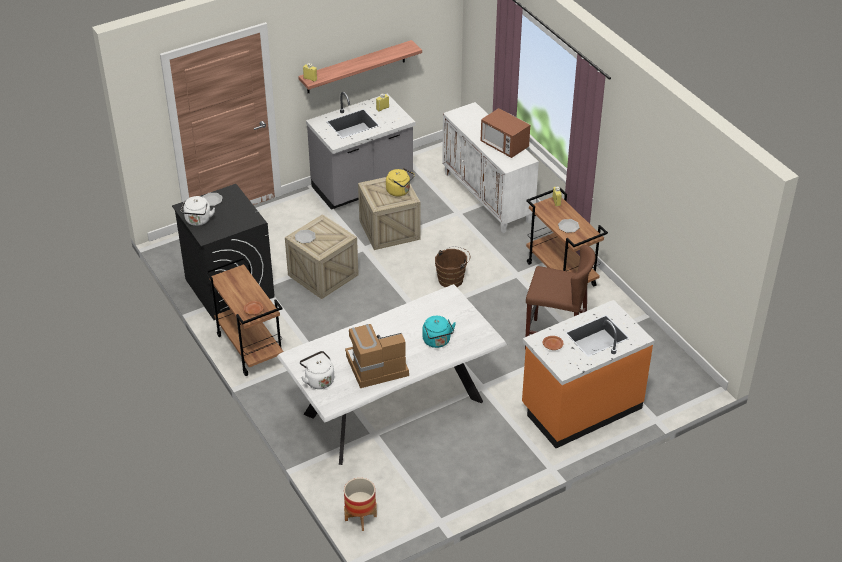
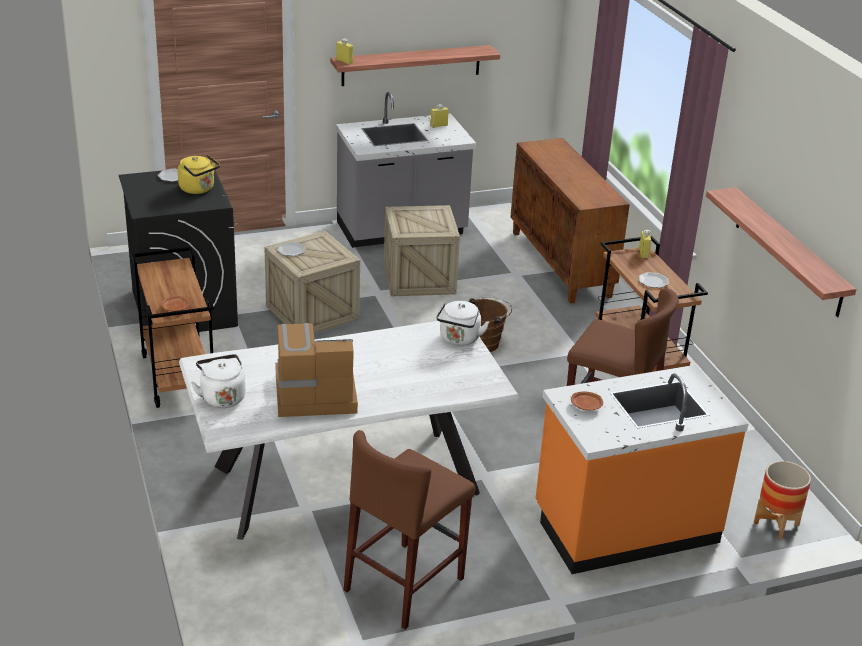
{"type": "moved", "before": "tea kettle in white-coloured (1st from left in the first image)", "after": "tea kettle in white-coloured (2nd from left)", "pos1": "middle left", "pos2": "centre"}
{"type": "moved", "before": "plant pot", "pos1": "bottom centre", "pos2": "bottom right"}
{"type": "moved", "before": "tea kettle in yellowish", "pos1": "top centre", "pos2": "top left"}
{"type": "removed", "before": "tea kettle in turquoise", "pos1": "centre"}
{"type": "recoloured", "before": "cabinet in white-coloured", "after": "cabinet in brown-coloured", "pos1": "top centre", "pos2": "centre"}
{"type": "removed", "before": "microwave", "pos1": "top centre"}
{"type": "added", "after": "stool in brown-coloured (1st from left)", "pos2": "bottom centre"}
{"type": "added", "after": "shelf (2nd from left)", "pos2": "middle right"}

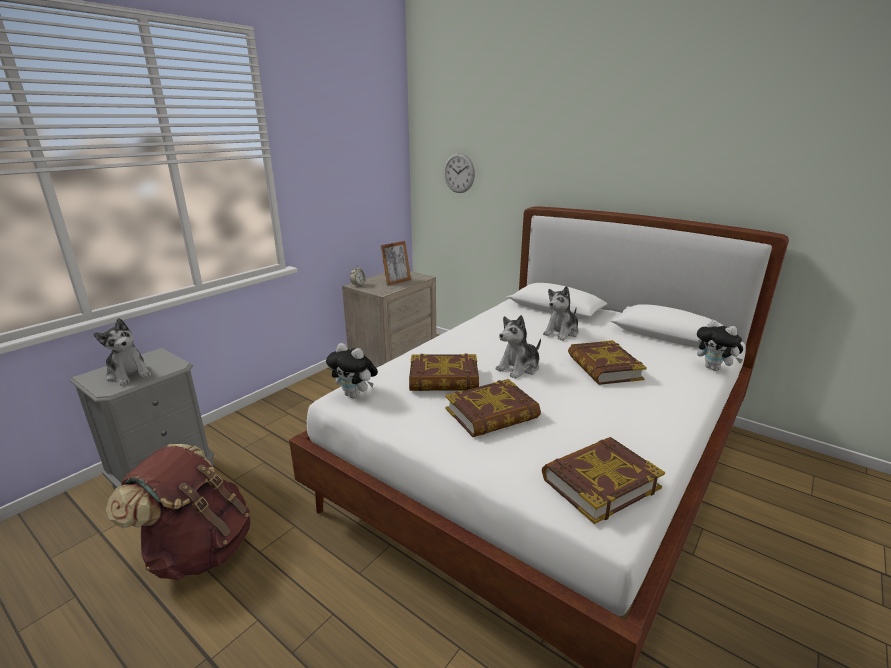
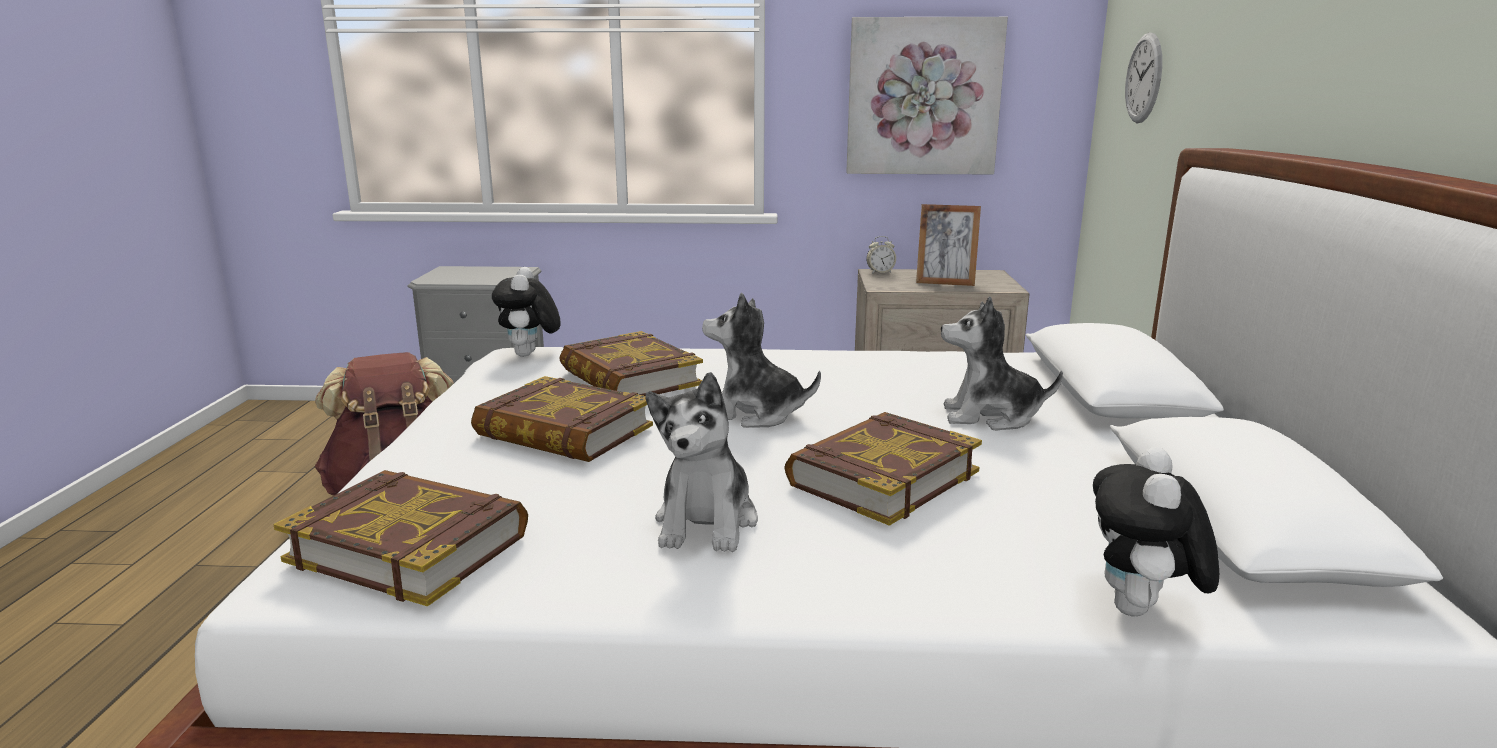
{"type": "moved", "before": "cuddly toy (1st from left in the first image)", "after": "cuddly toy (2nd from left)", "pos1": "middle left", "pos2": "centre"}
{"type": "added", "after": "picture", "pos2": "top centre"}

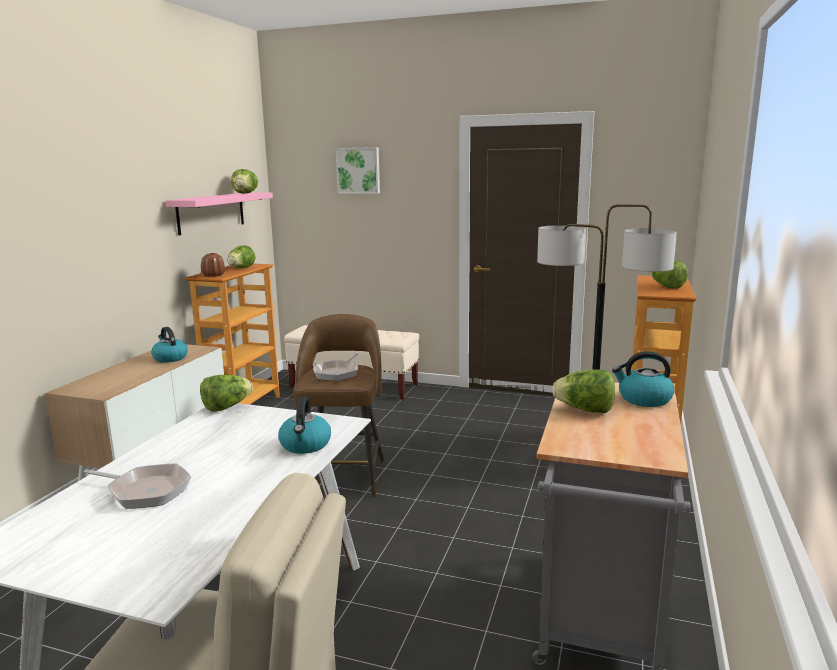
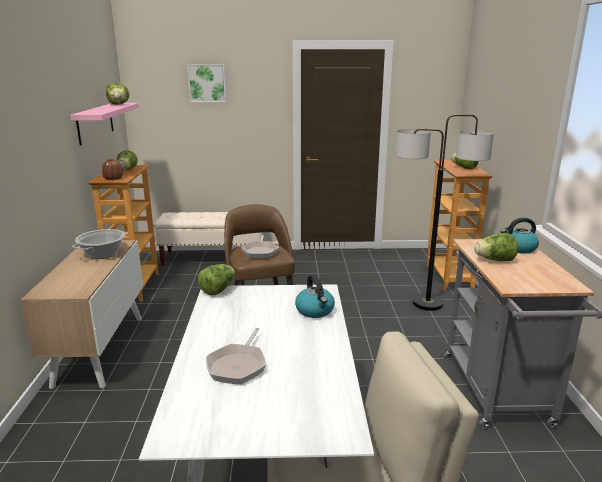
{"type": "turned", "before": "skillet (1st from left)", "pos1": "bottom left", "pos2": "bottom centre", "turn": 105}
{"type": "replaced", "before": "tea kettle (1st from left)", "after": "cooking pot", "pos1": "middle left", "pos2": "middle left"}

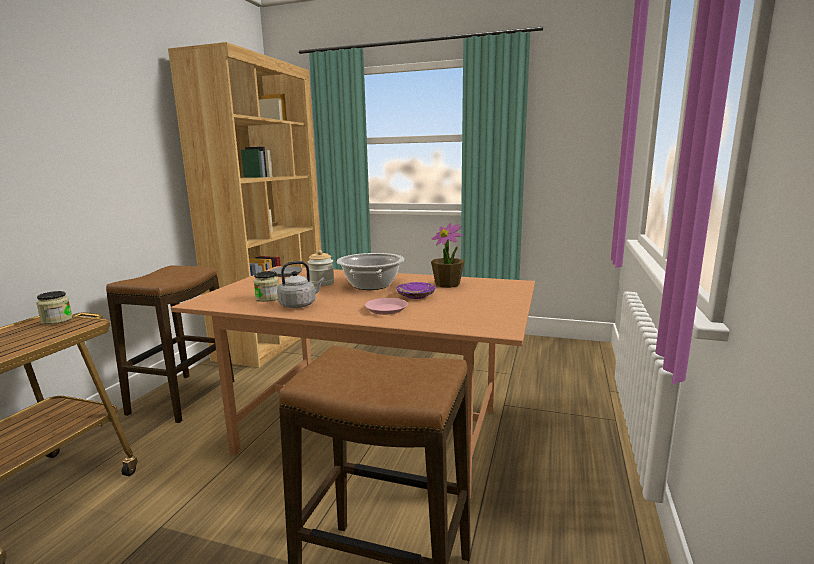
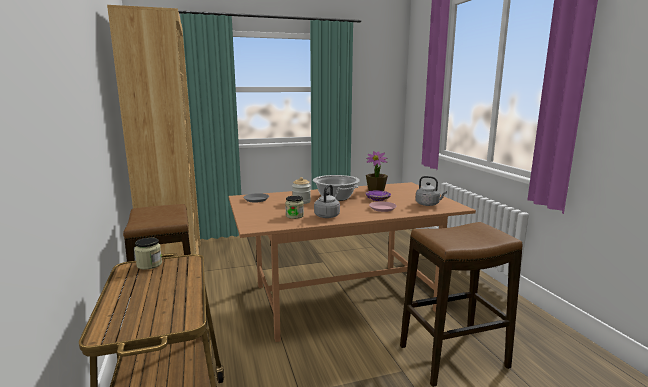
{"type": "added", "after": "tea kettle in greyish (2nd from left)", "pos2": "centre"}

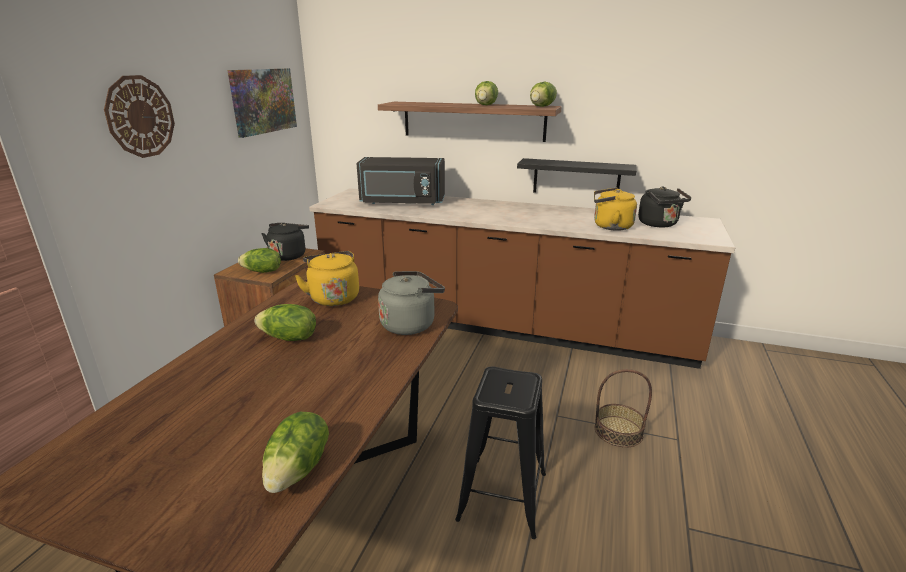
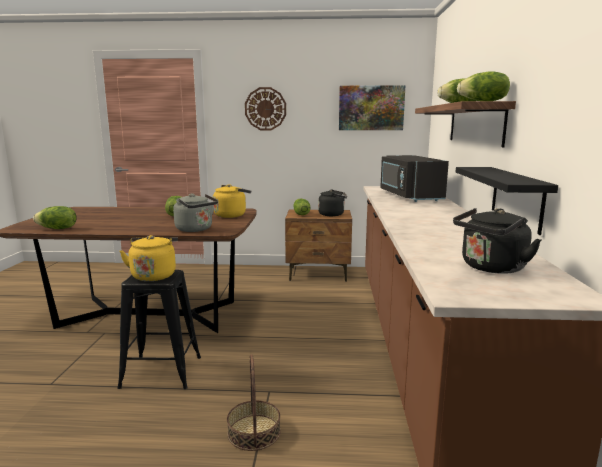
{"type": "moved", "before": "tea kettle in yellowish (2nd from left in the first image)", "after": "tea kettle in yellowish (1st from left)", "pos1": "middle right", "pos2": "middle left"}

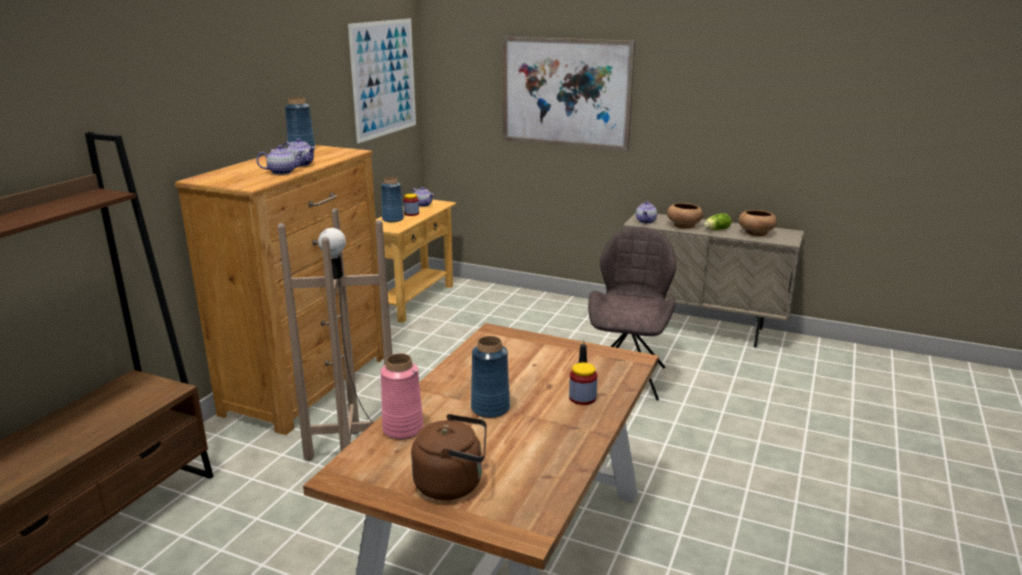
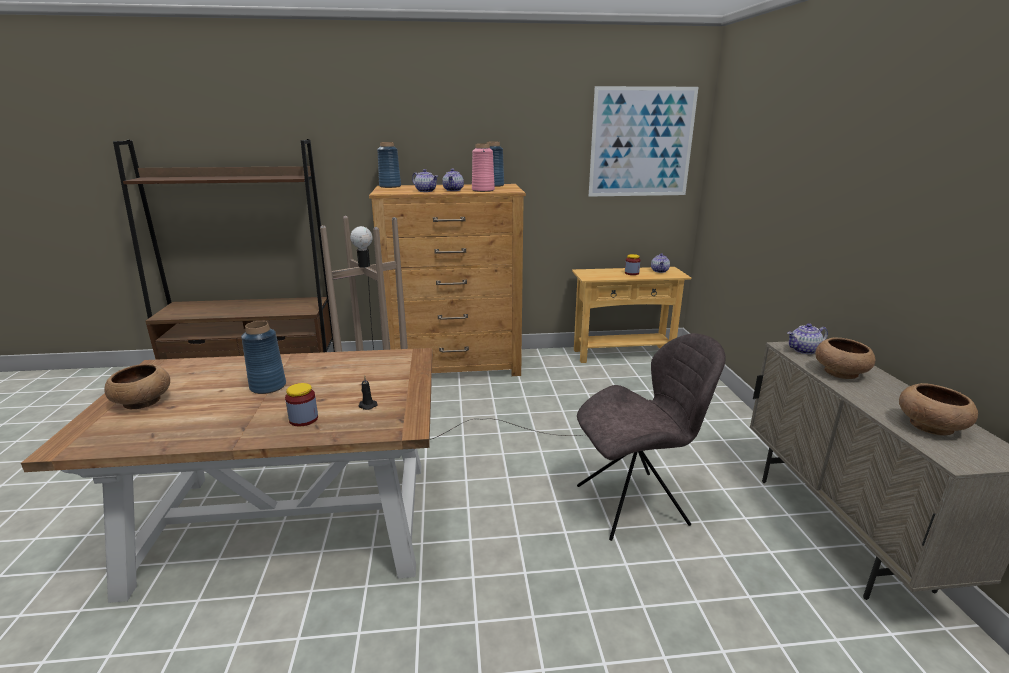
{"type": "moved", "before": "decorative vase in pink", "pos1": "bottom centre", "pos2": "top centre"}
{"type": "moved", "before": "decorative vase in blue-coloured (2nd from left)", "pos1": "centre", "pos2": "top centre"}
{"type": "replaced", "before": "tea kettle in brown-coloured", "after": "bowl in brown-coloured (1st from left)", "pos1": "bottom centre", "pos2": "middle left"}
{"type": "removed", "before": "picture (2nd from left)", "pos1": "top centre"}
{"type": "removed", "before": "lettuce", "pos1": "middle right"}

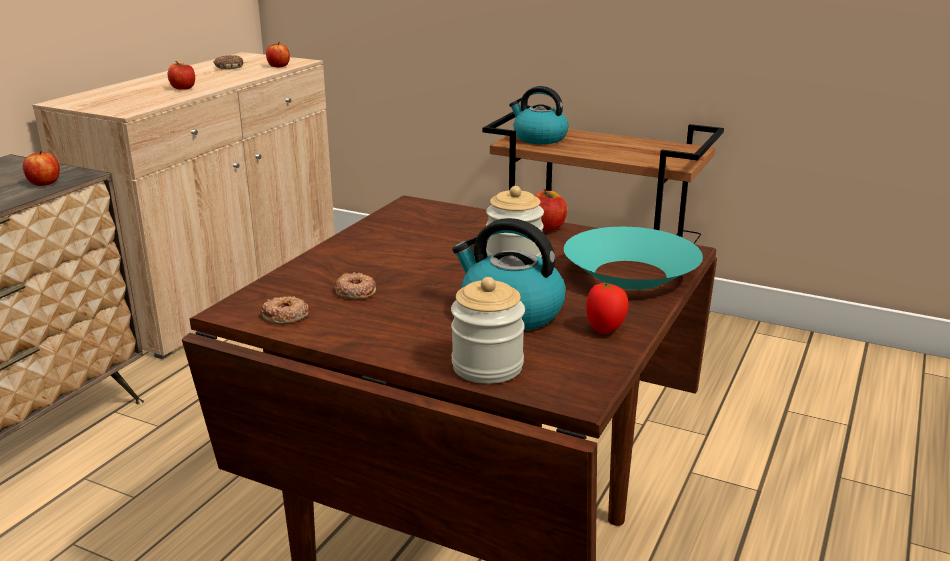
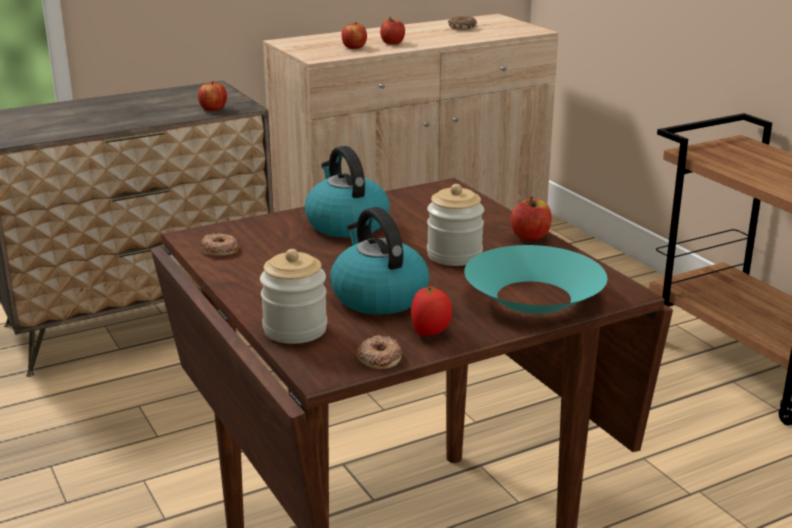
{"type": "moved", "before": "whole apple (3rd from left in the first image)", "after": "whole apple (2nd from left)", "pos1": "top left", "pos2": "top centre"}
{"type": "moved", "before": "doughnut (3rd from left in the first image)", "after": "doughnut (2nd from left)", "pos1": "centre", "pos2": "bottom centre"}
{"type": "moved", "before": "tea kettle (2nd from left in the first image)", "after": "tea kettle (1st from left)", "pos1": "top centre", "pos2": "centre"}

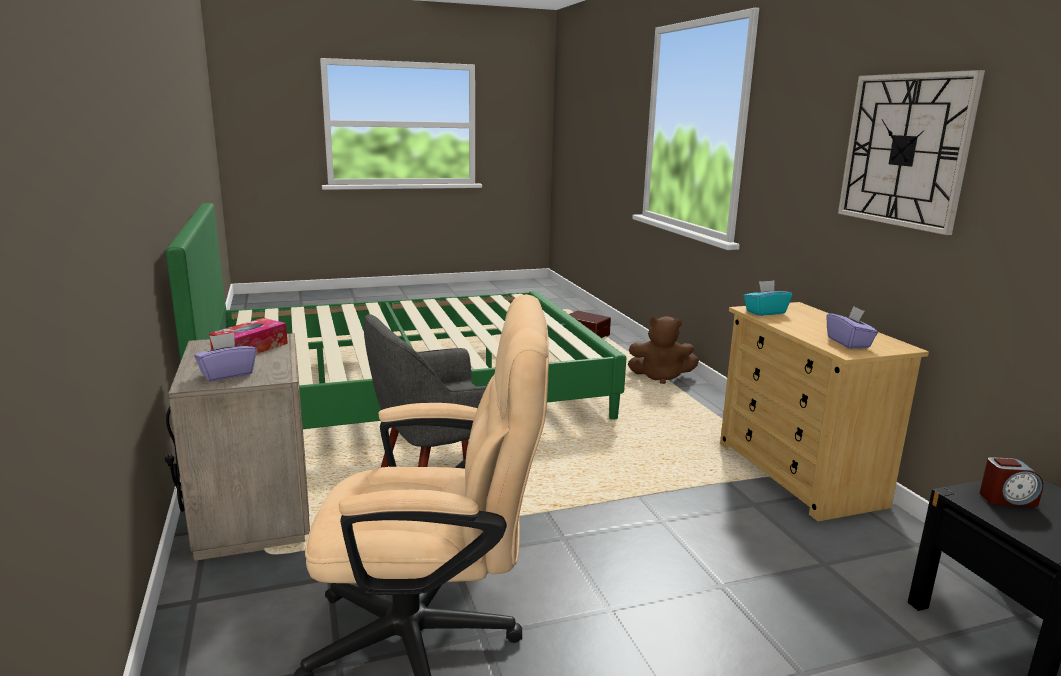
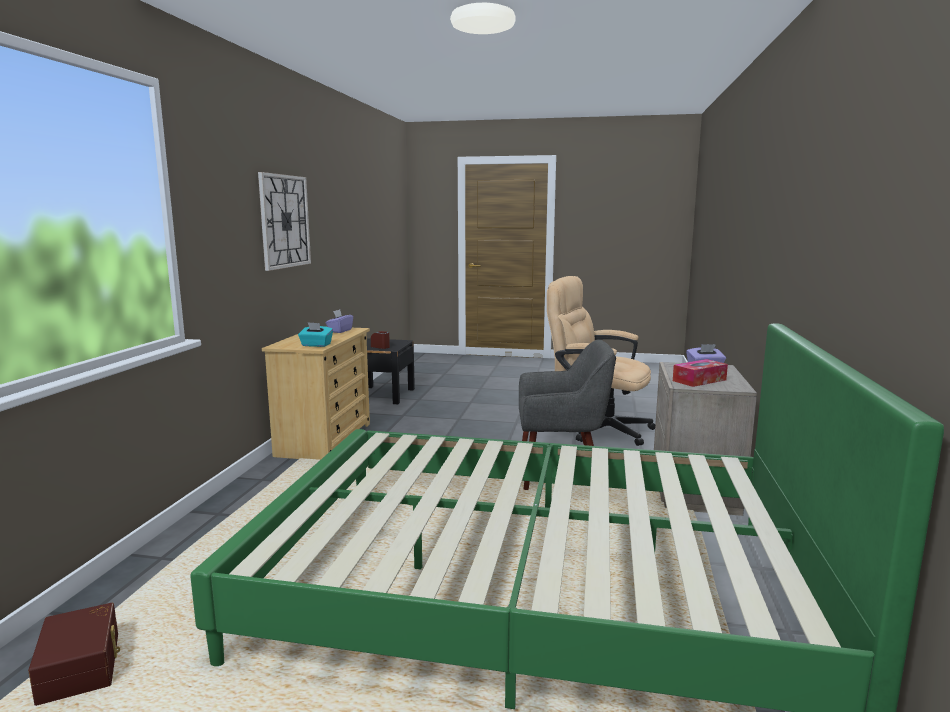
{"type": "removed", "before": "cuddly toy in brown-coloured", "pos1": "centre"}

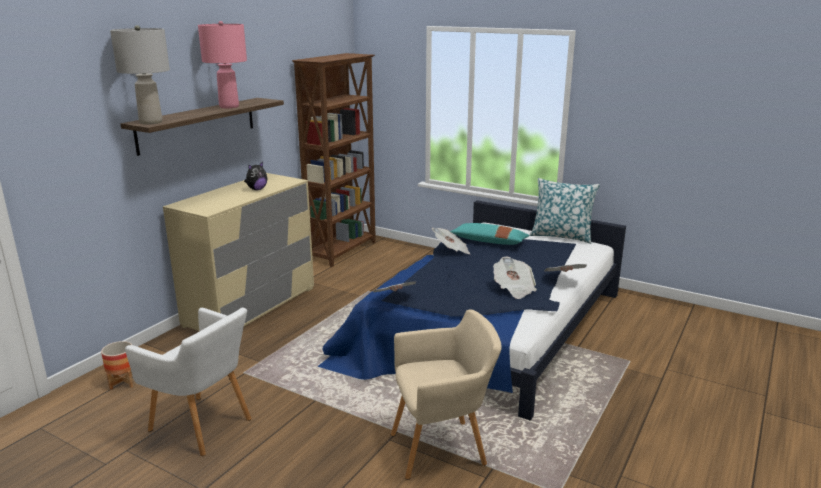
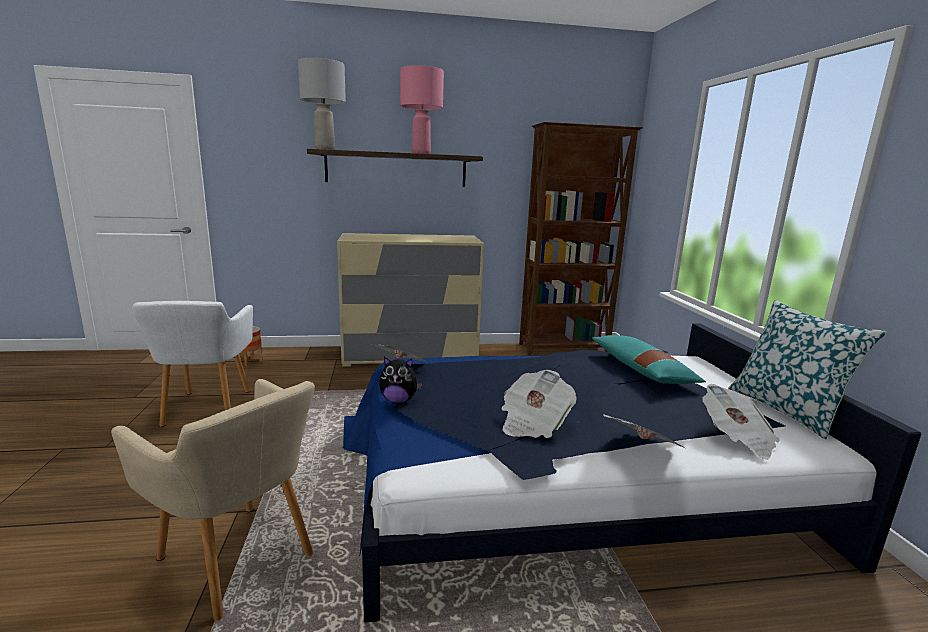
{"type": "moved", "before": "cuddly toy", "pos1": "middle left", "pos2": "centre"}
{"type": "moved", "before": "printed paper (2nd from left in the first image)", "after": "printed paper (4th from left)", "pos1": "centre", "pos2": "bottom right"}

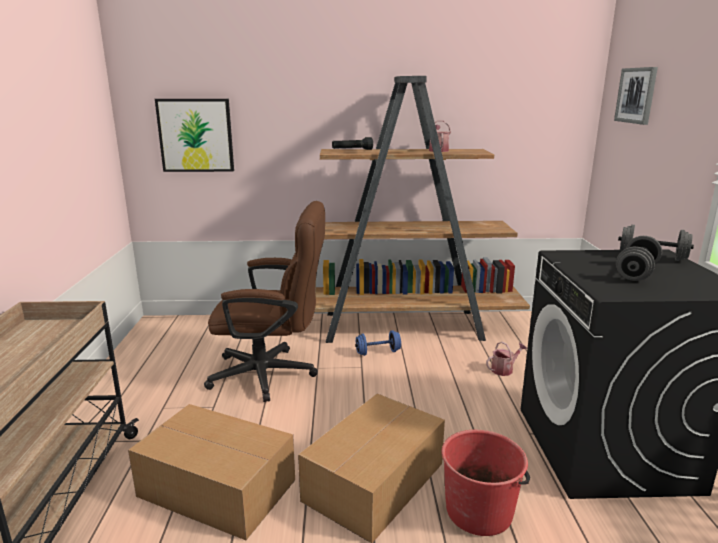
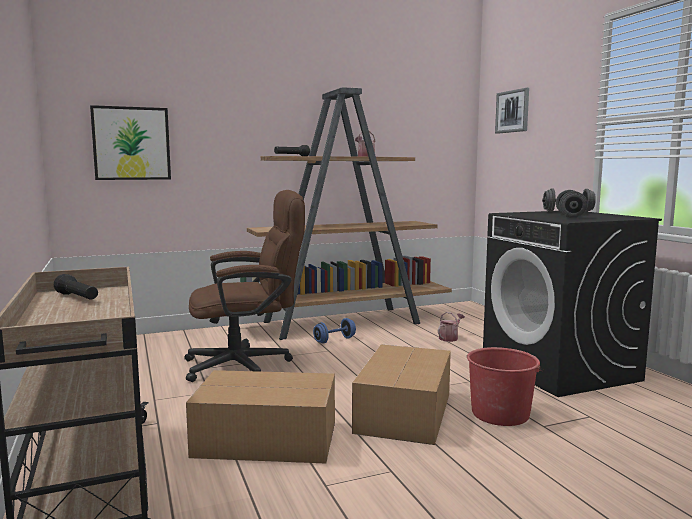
{"type": "added", "after": "hand torch in blackish (1st from left)", "pos2": "middle left"}

